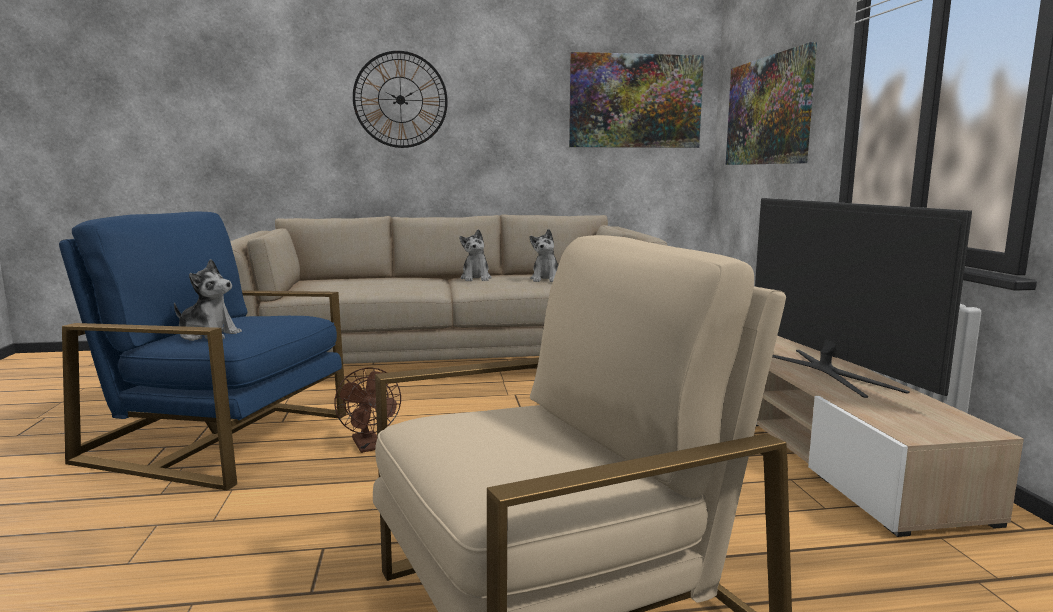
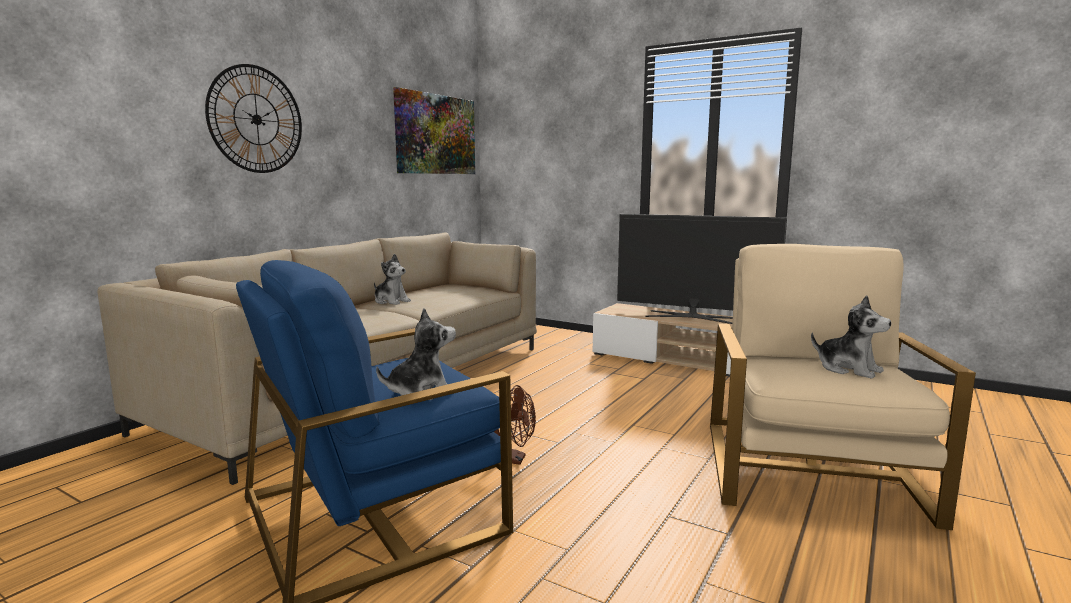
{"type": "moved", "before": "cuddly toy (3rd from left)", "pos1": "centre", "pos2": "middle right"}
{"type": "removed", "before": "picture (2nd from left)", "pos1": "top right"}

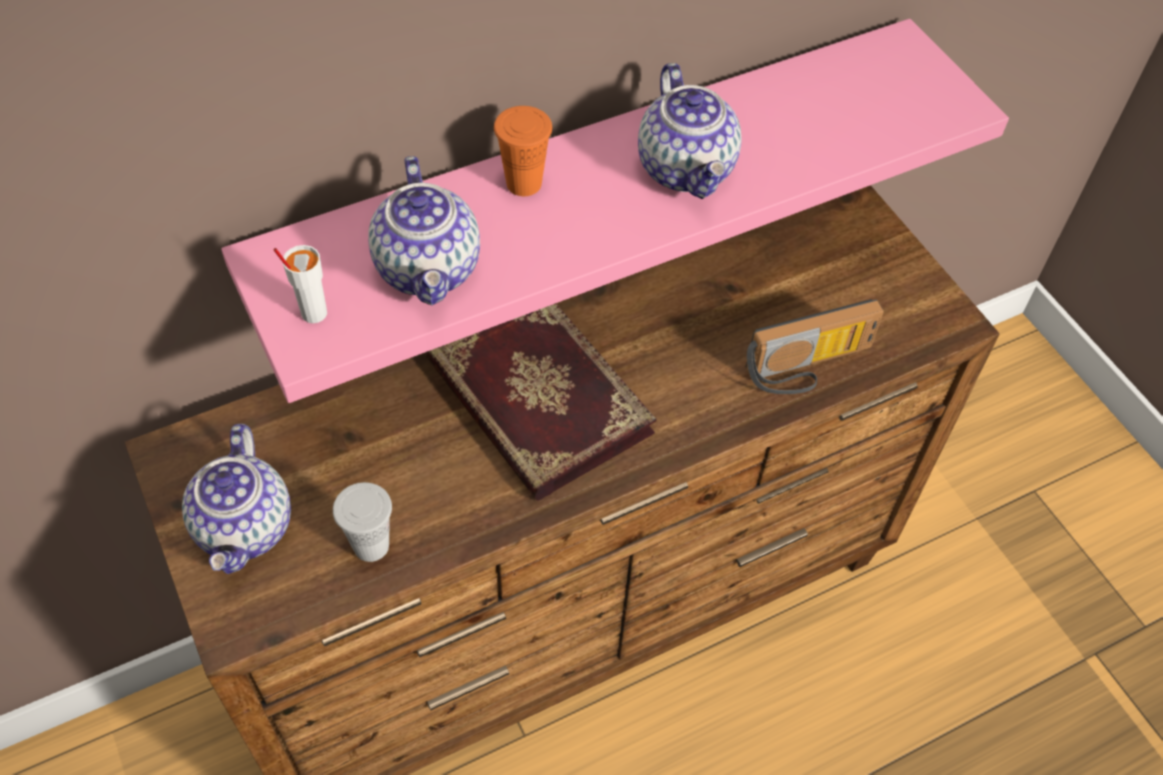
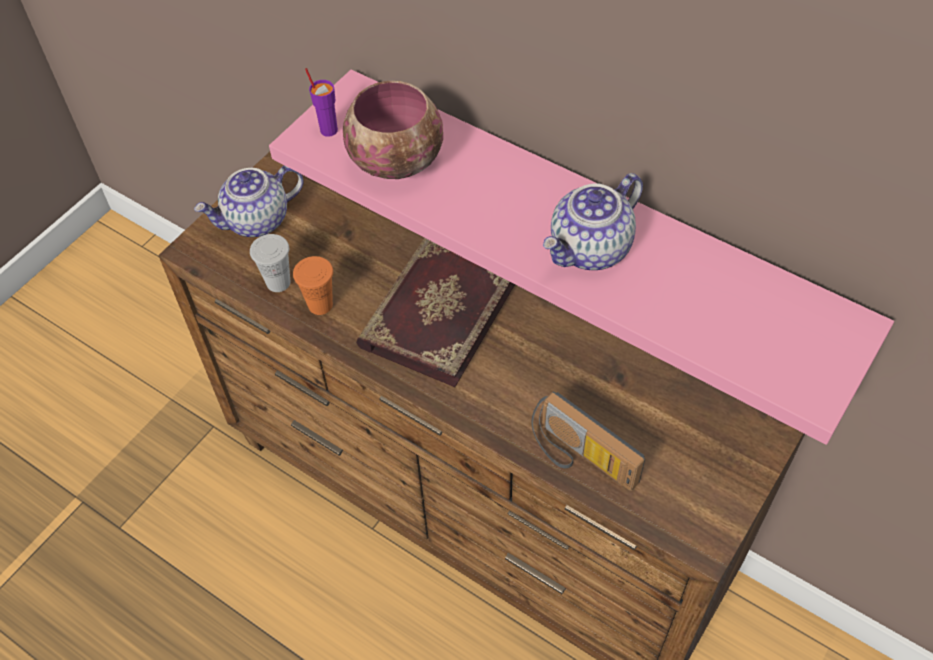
{"type": "recoloured", "before": "cup in white-coloured (1st from left)", "after": "cup in purple", "pos1": "middle left", "pos2": "top centre"}
{"type": "replaced", "before": "pot for tea (2nd from left)", "after": "bowl", "pos1": "top centre", "pos2": "top centre"}
{"type": "moved", "before": "cup in orangey", "pos1": "top centre", "pos2": "centre"}

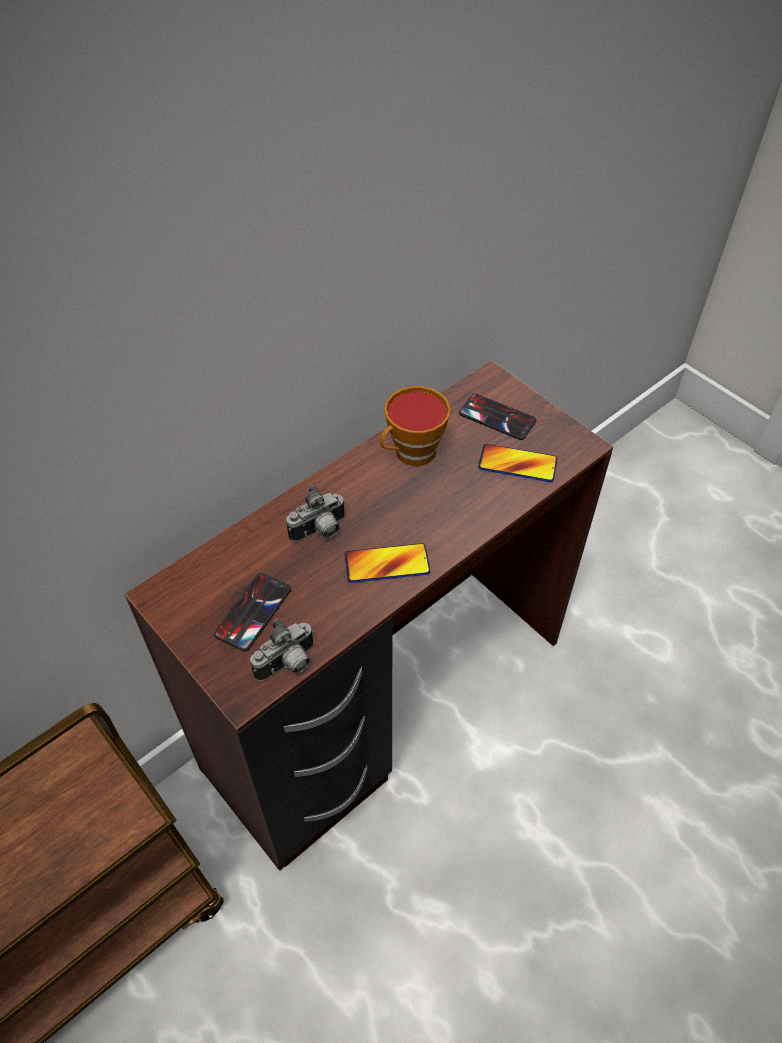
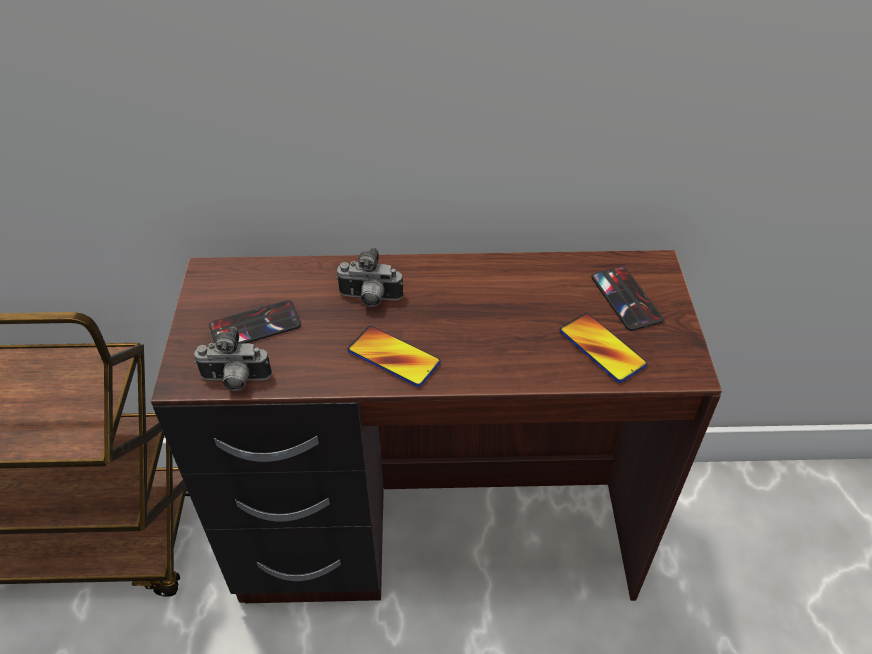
{"type": "removed", "before": "cup", "pos1": "centre"}

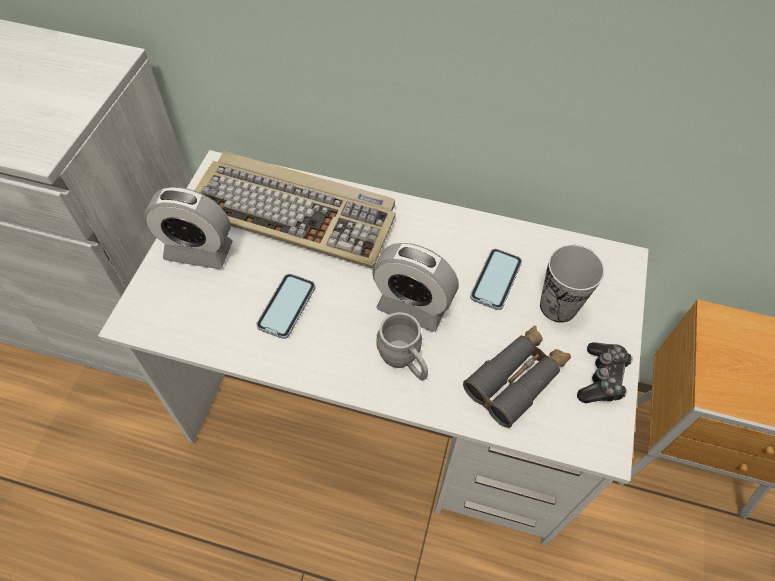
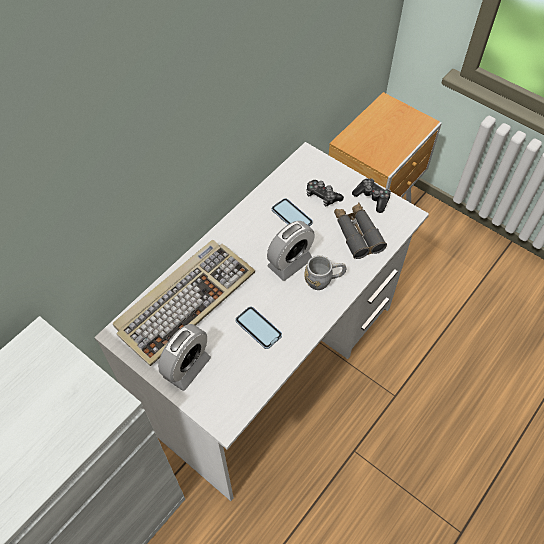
{"type": "replaced", "before": "cup", "after": "joypad (1st from left)", "pos1": "middle right", "pos2": "centre"}

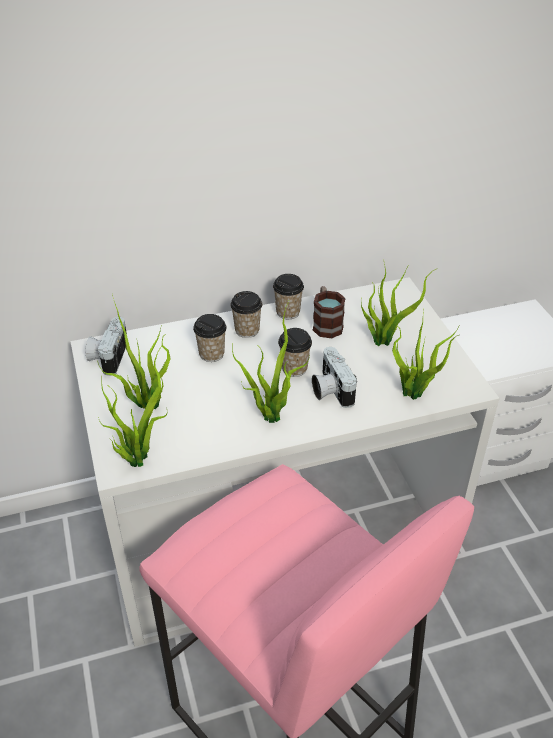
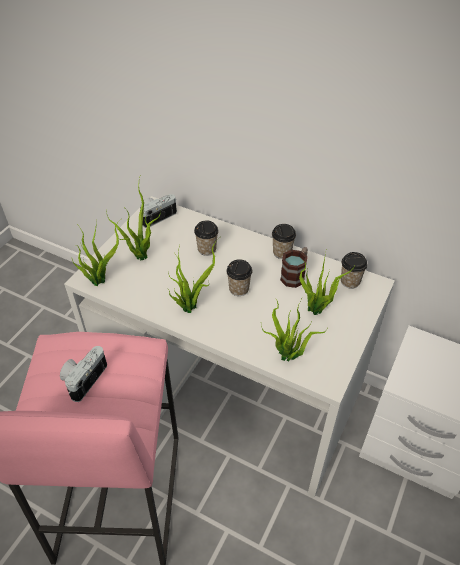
{"type": "moved", "before": "cup (2nd from left in the first image)", "after": "cup (4th from left)", "pos1": "centre", "pos2": "middle right"}
{"type": "moved", "before": "photo camera (2nd from left in the first image)", "after": "photo camera (1st from left)", "pos1": "centre", "pos2": "middle left"}

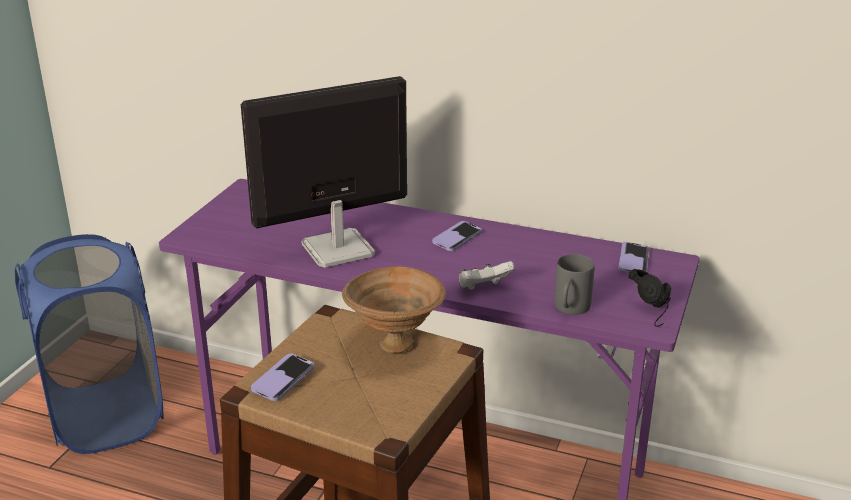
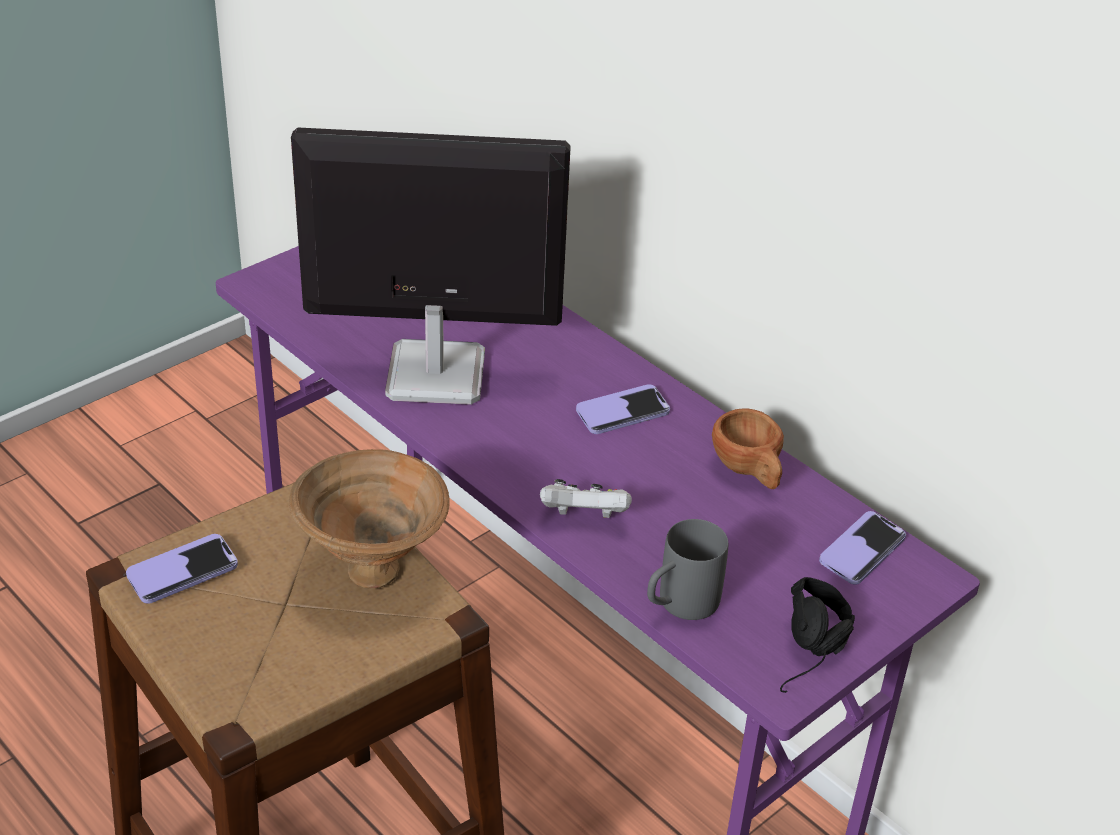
{"type": "removed", "before": "washing basket in blue-coloured", "pos1": "bottom left"}
{"type": "added", "after": "cup in brown-coloured", "pos2": "middle right"}

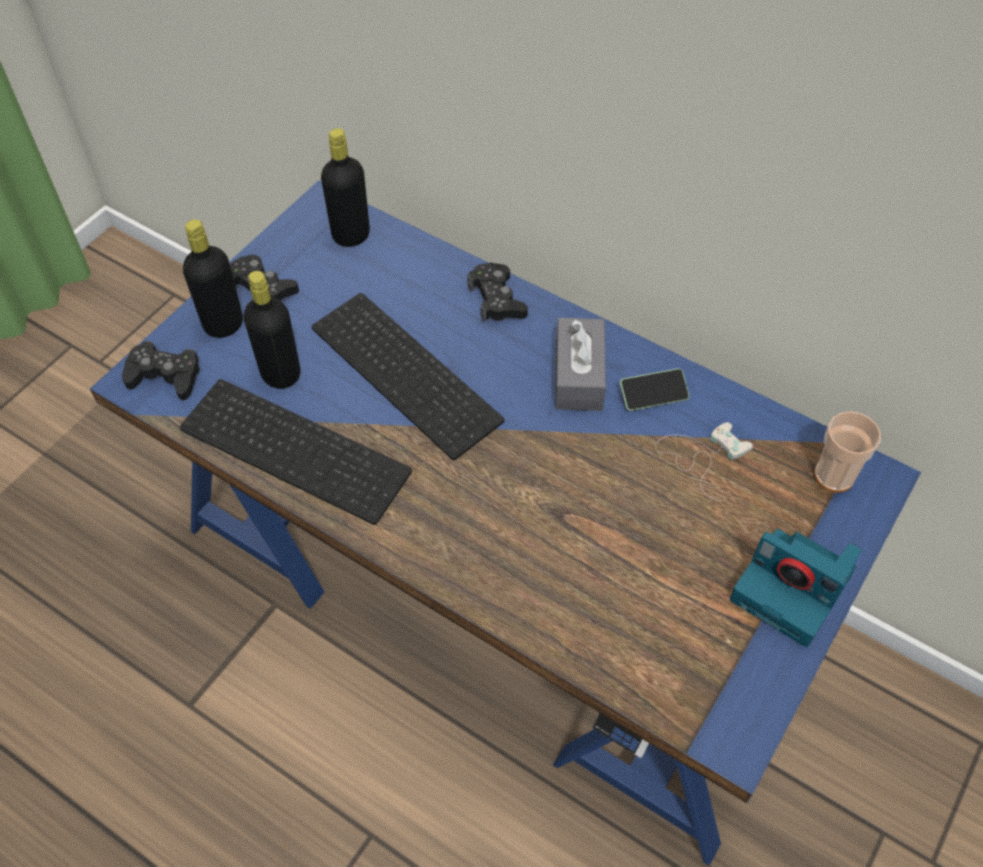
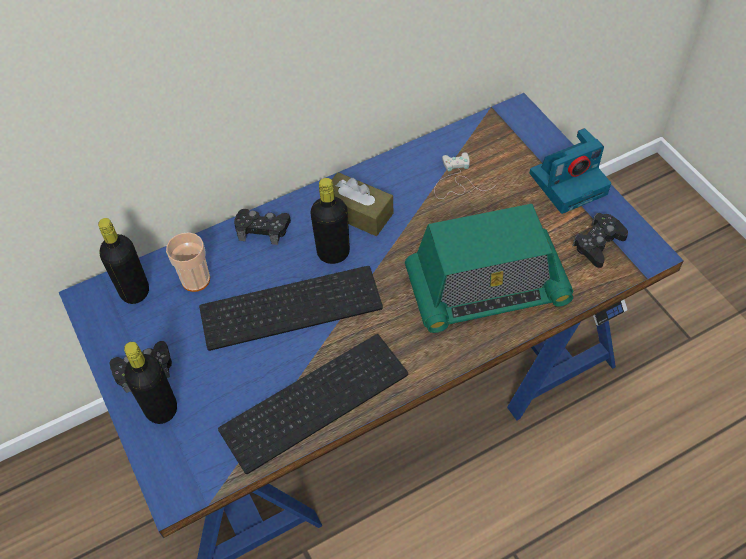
{"type": "moved", "before": "joypad in blackish (1st from left in the first image)", "after": "joypad in blackish (3rd from left)", "pos1": "middle left", "pos2": "middle right"}
{"type": "moved", "before": "beverage bottle in blackish (2nd from left in the first image)", "after": "beverage bottle in blackish (3rd from left)", "pos1": "middle left", "pos2": "centre"}
{"type": "recoloured", "before": "tissue holder in greyish", "after": "tissue holder in brown-coloured", "pos1": "centre", "pos2": "centre"}
{"type": "removed", "before": "phone", "pos1": "centre"}
{"type": "moved", "before": "cup", "pos1": "middle right", "pos2": "middle left"}
{"type": "added", "after": "radio set", "pos2": "centre"}

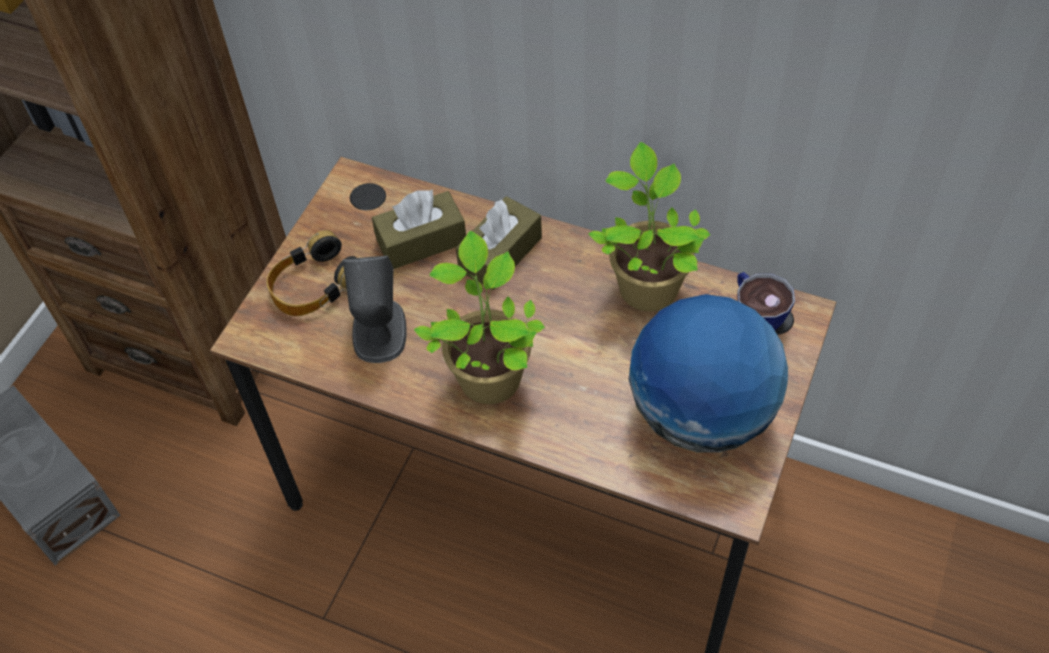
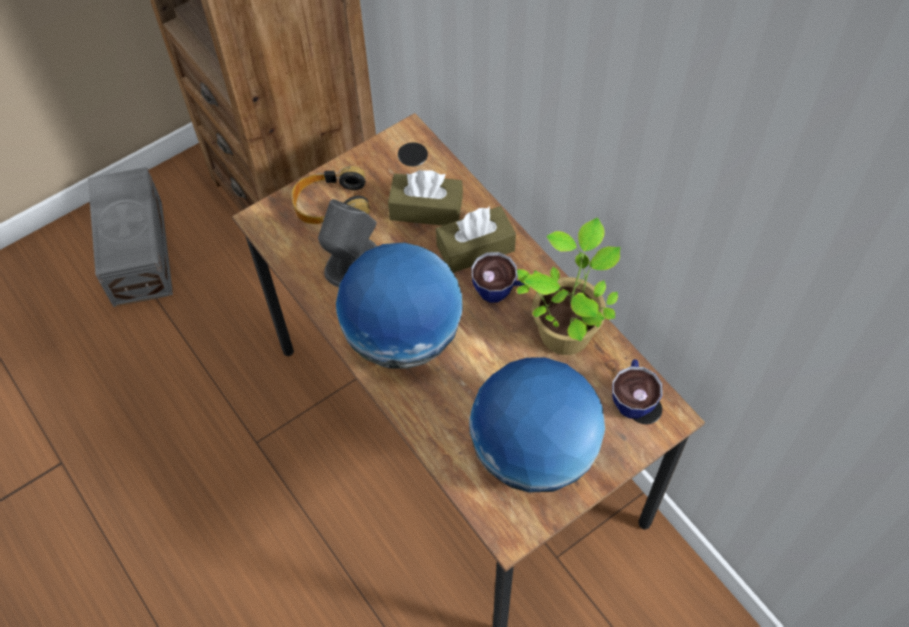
{"type": "replaced", "before": "plant in a pot (1st from left)", "after": "desk globe (1st from left)", "pos1": "centre", "pos2": "centre"}
{"type": "added", "after": "cup (1st from left)", "pos2": "centre"}

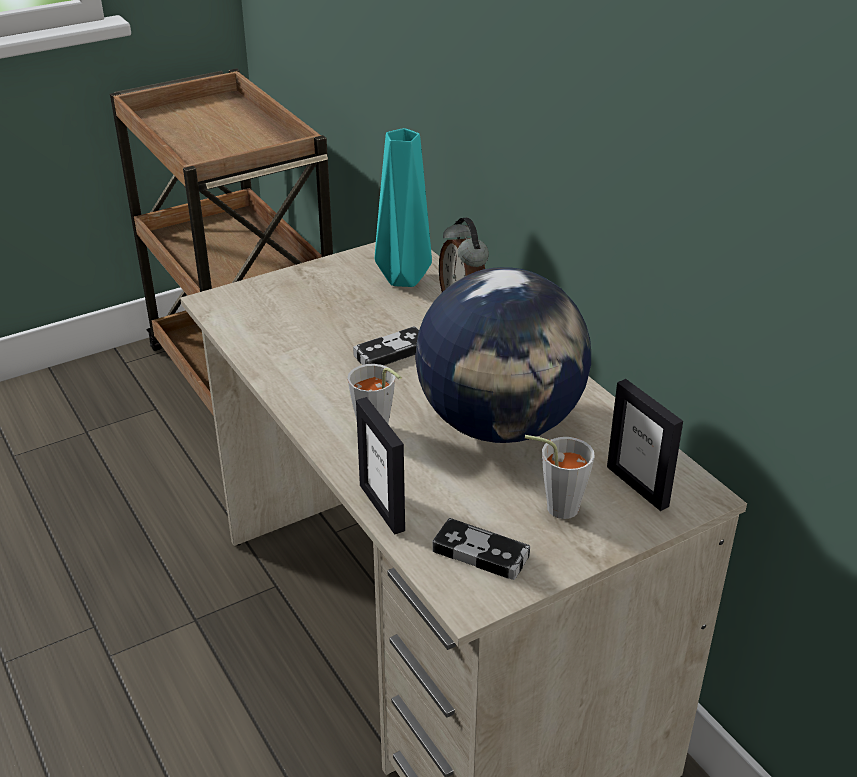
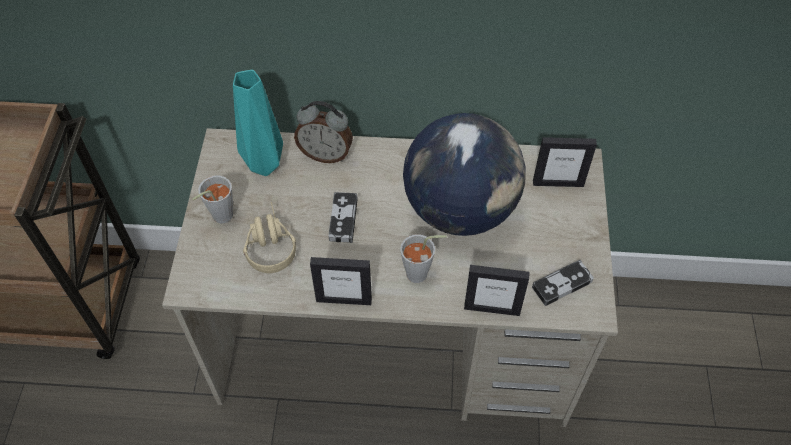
{"type": "moved", "before": "cup in greyish (2nd from left in the first image)", "after": "cup in greyish (1st from left)", "pos1": "centre", "pos2": "middle left"}
{"type": "added", "after": "headset in beige-coloured", "pos2": "centre"}
{"type": "added", "after": "photo frame (1st from left)", "pos2": "centre"}

